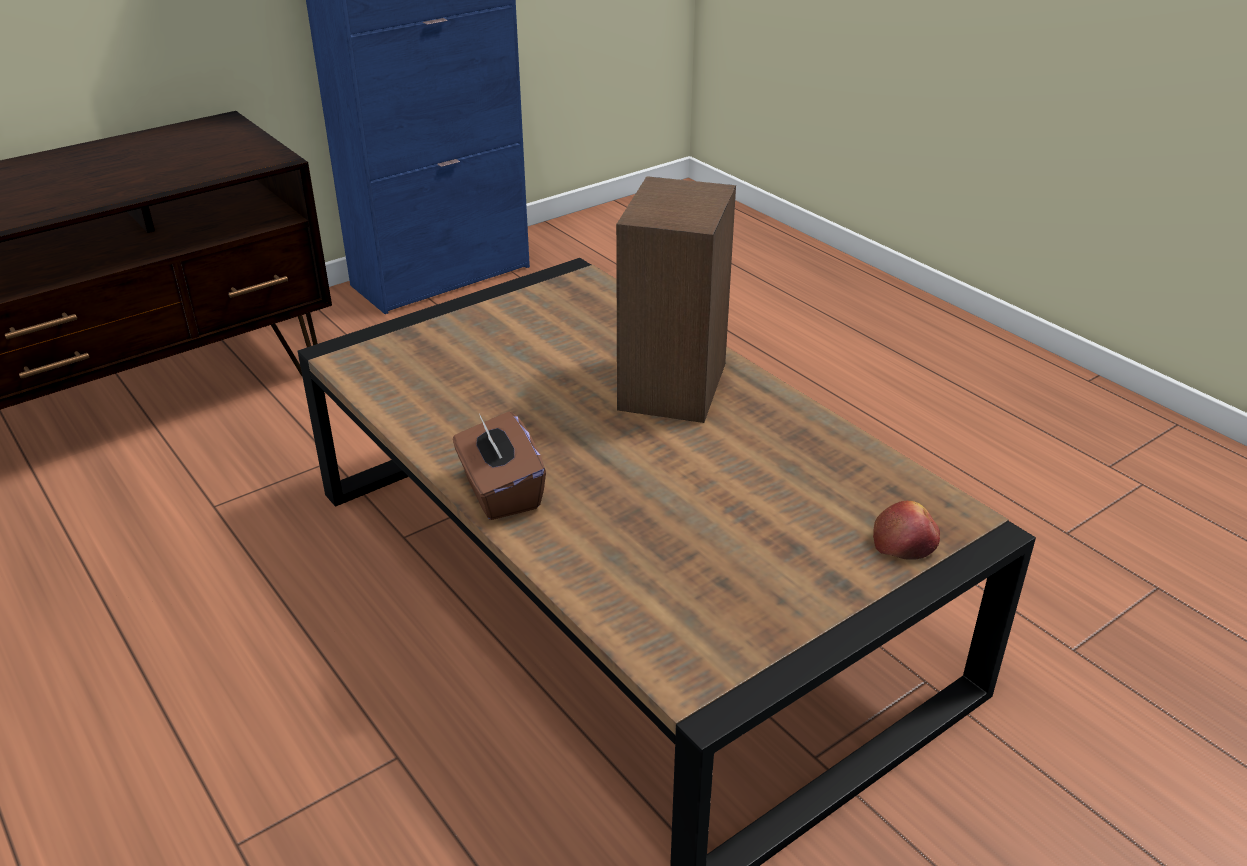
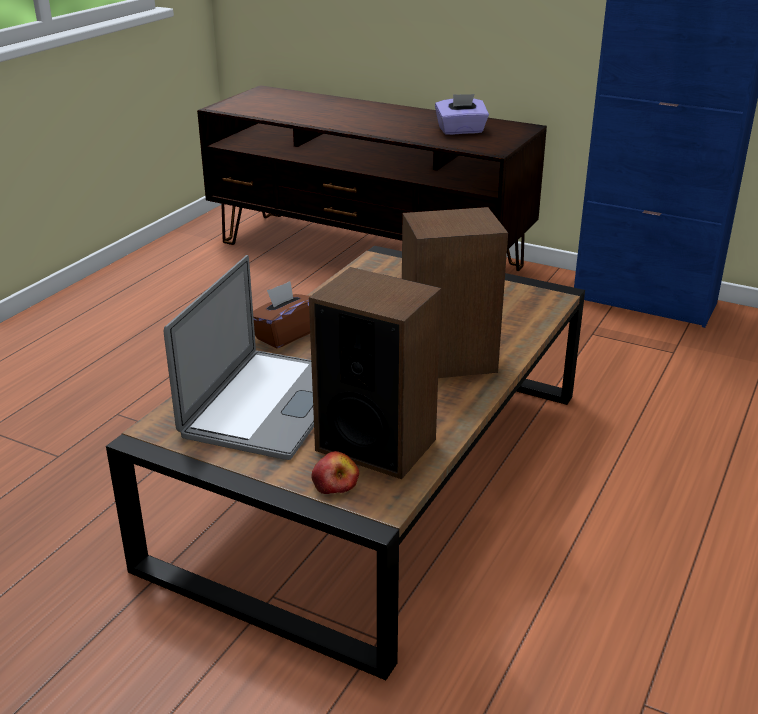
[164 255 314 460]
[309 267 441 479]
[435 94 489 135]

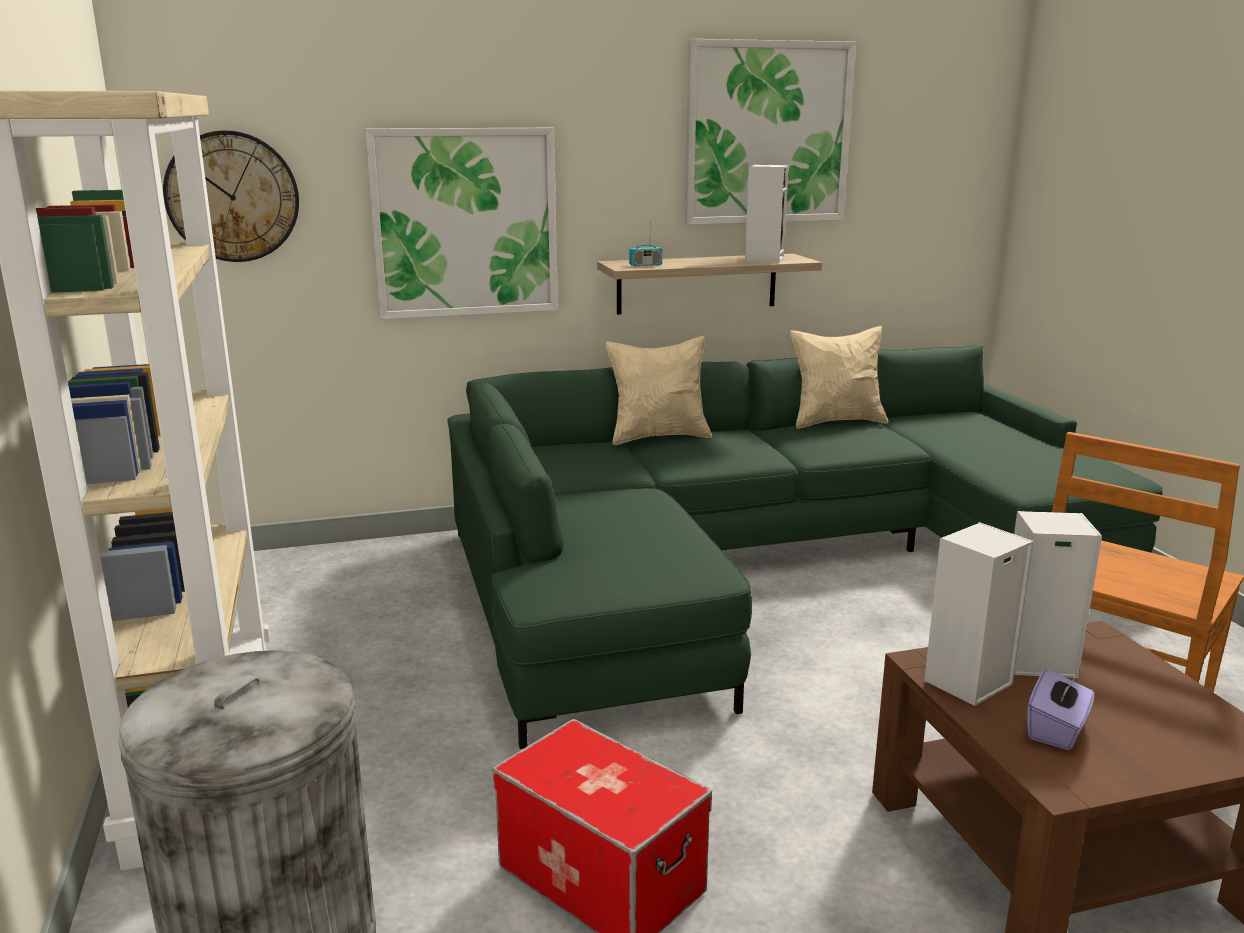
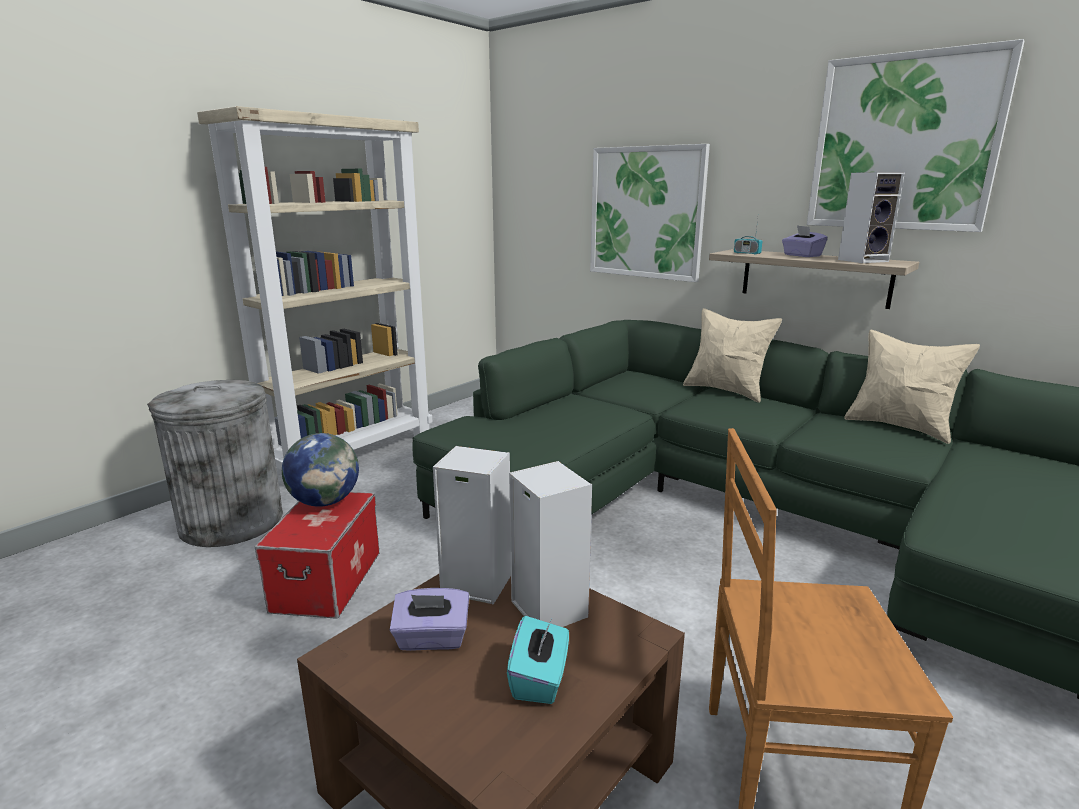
[163 130 299 262] (first image)
[282 433 359 507]
[507 616 569 704]
[782 225 828 257]

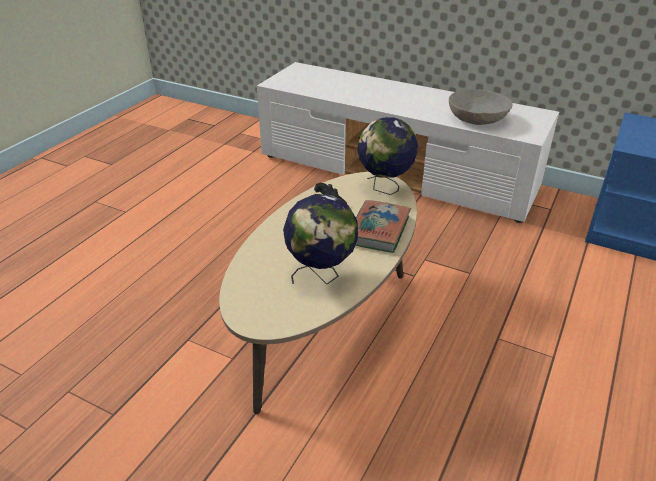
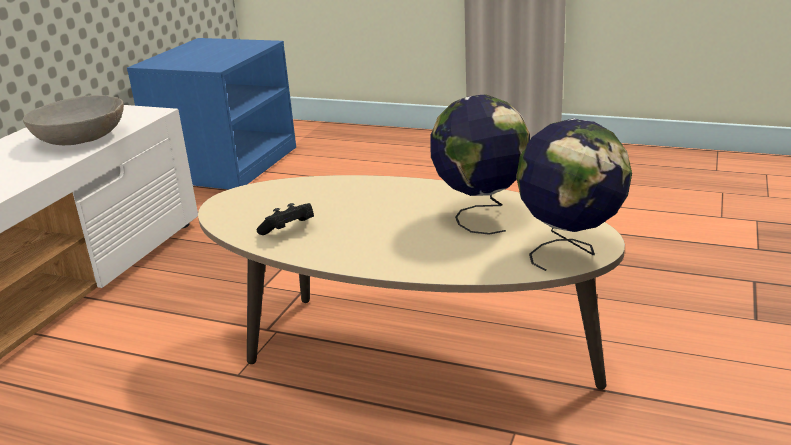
[355 200 411 253] (first image)
[516 119 632 271]

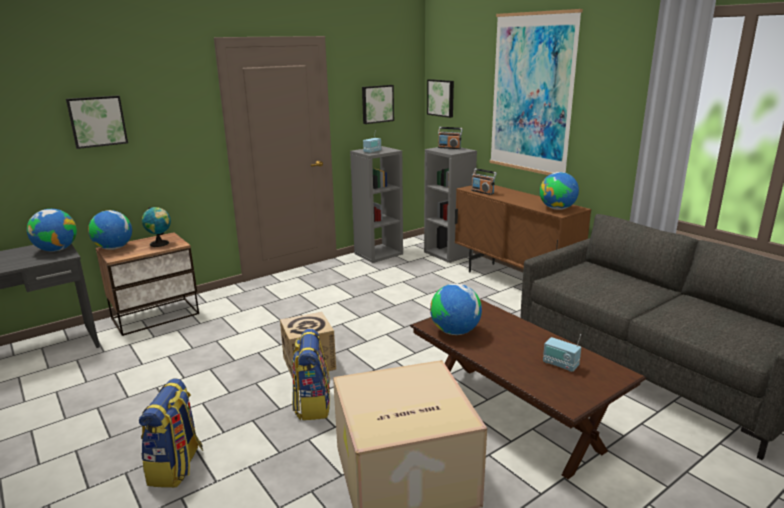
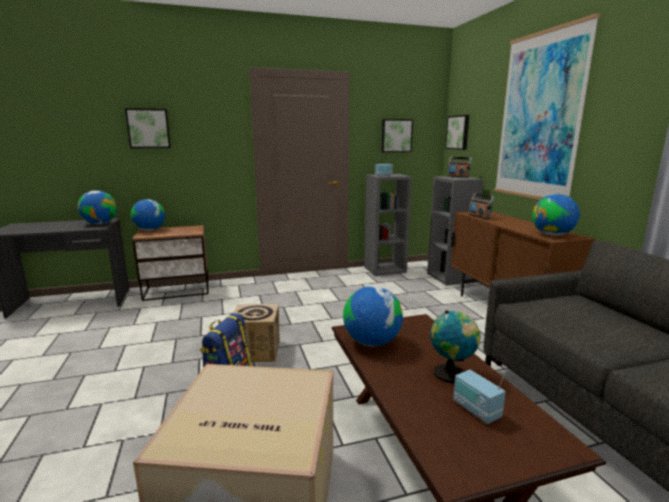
[139 379 203 488] (first image)
[430 310 481 383]

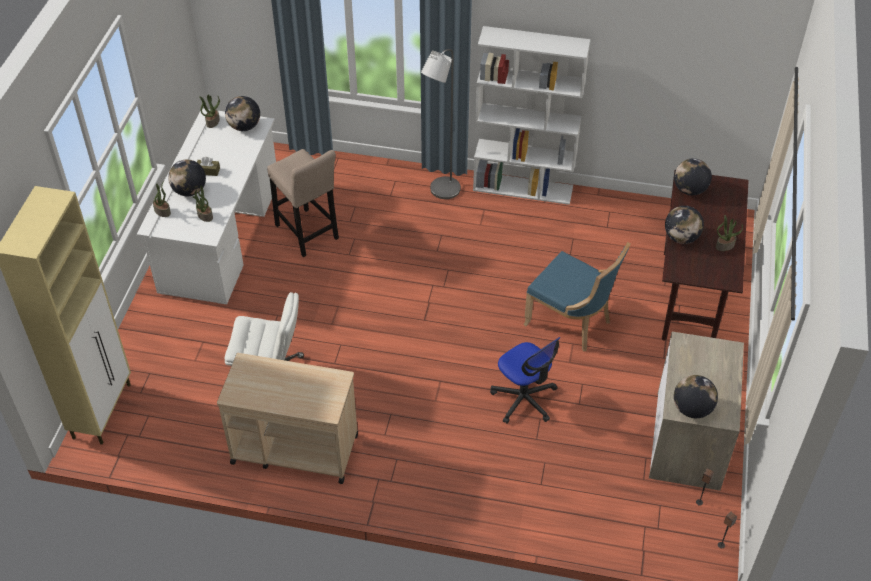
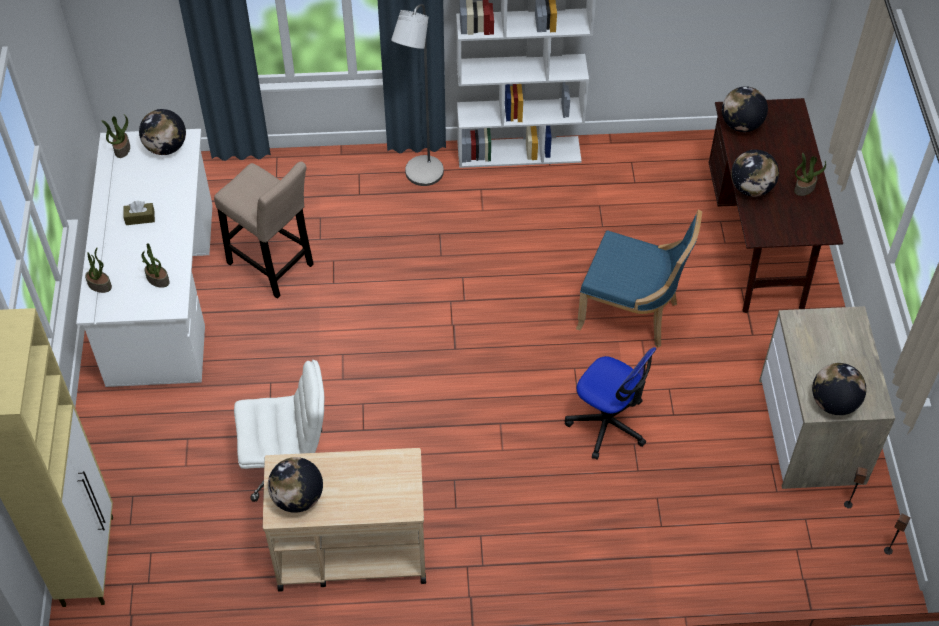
[268 457 323 513]

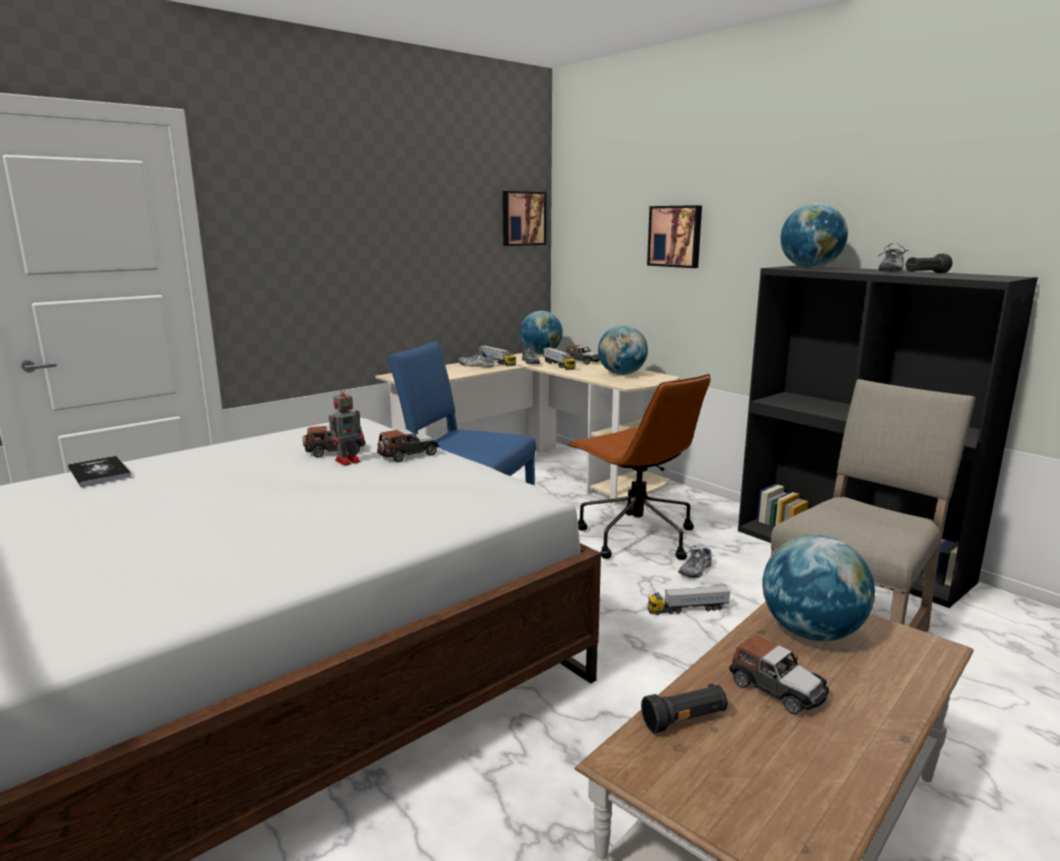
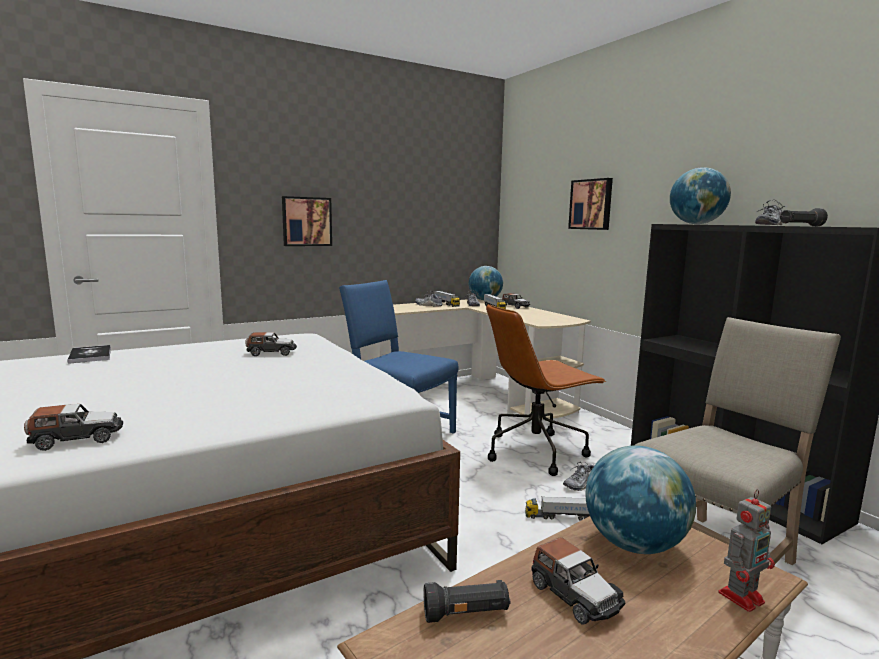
[598 325 648 375] (first image)
[718 489 775 612]
[24 404 123 451]
[282 196 332 246]
[486 304 606 476]

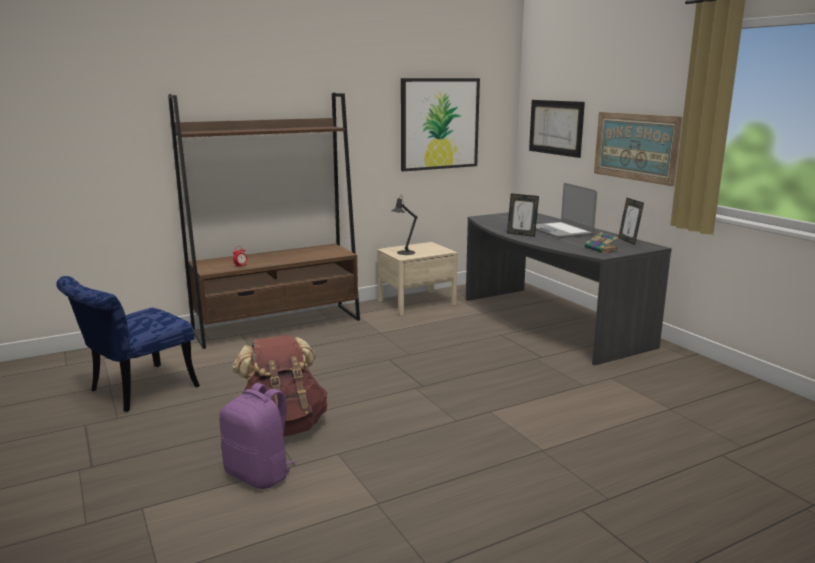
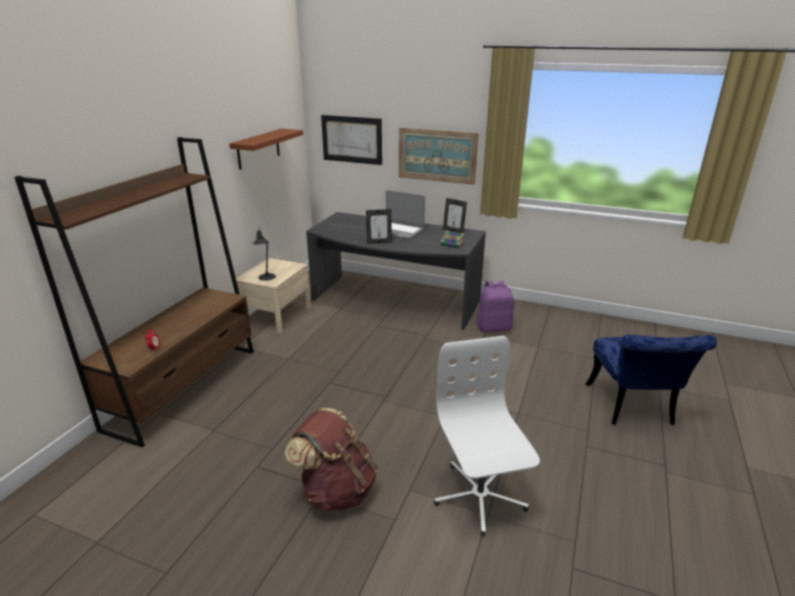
[434 336 540 536]
[586 335 717 425]
[476 281 514 332]
[229 129 303 170]

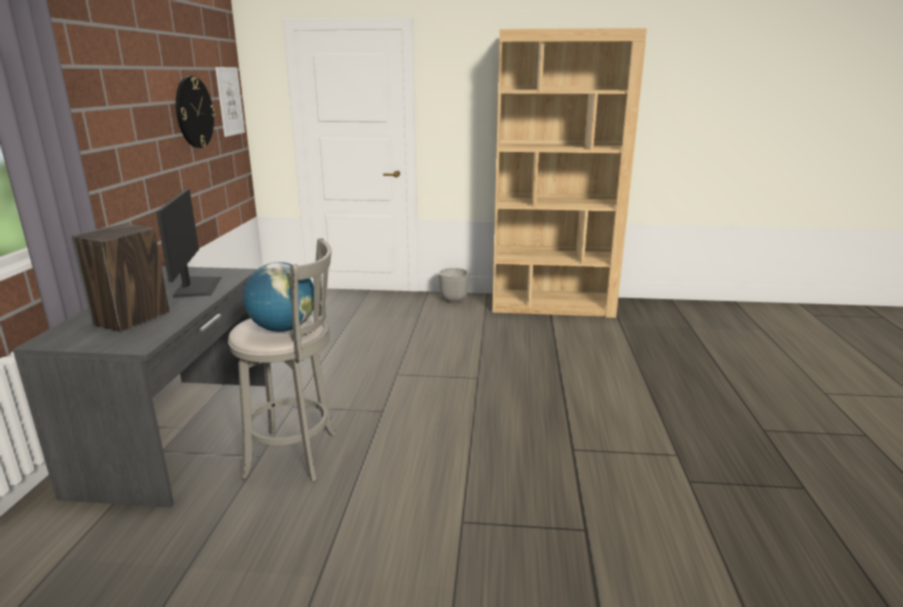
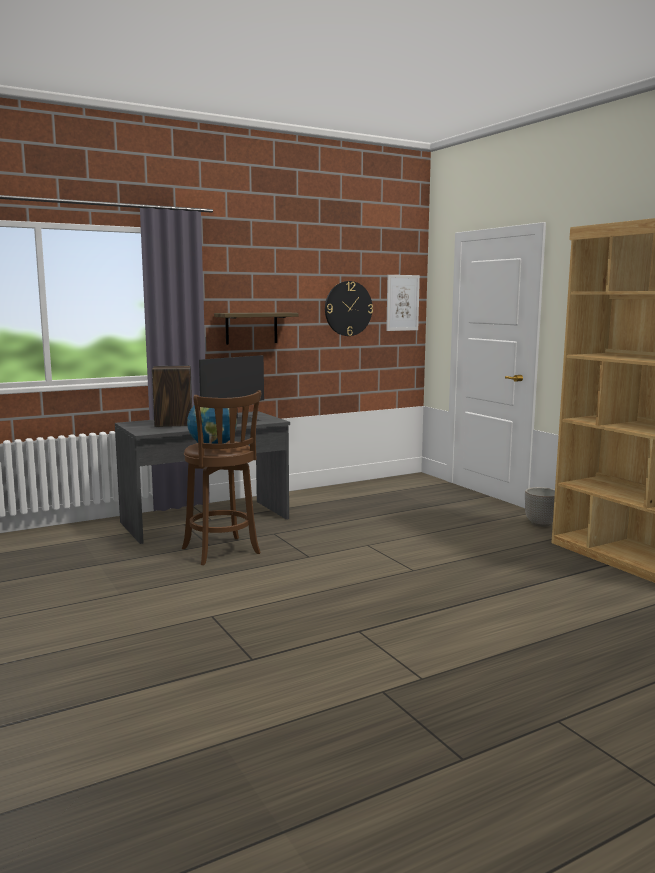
[214 312 299 345]
[182 390 261 565]

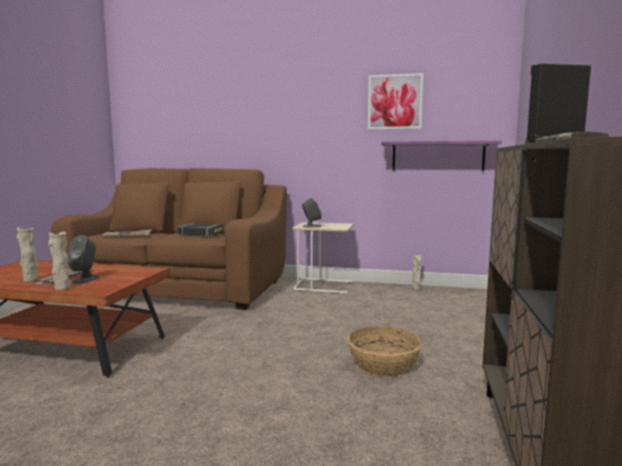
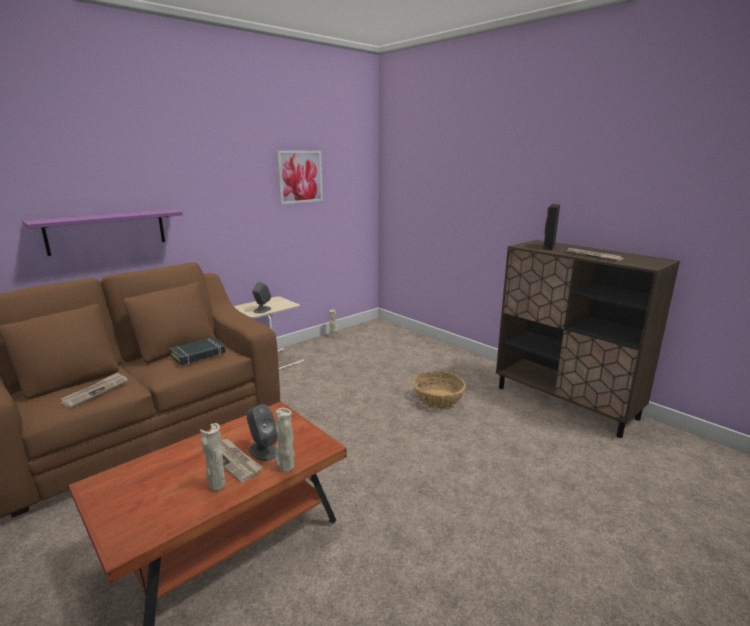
[23 209 183 256]

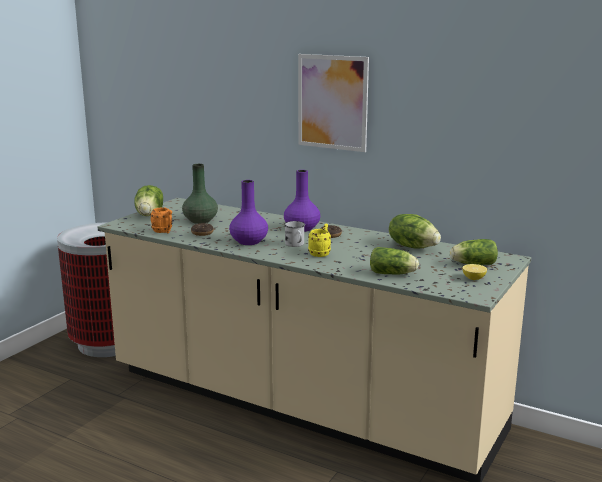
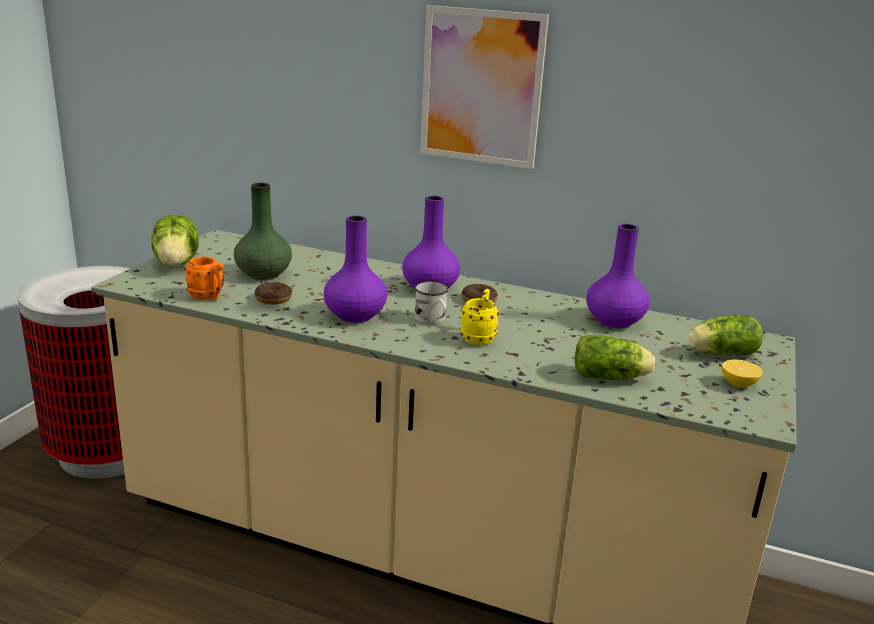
[586 224 649 328]

